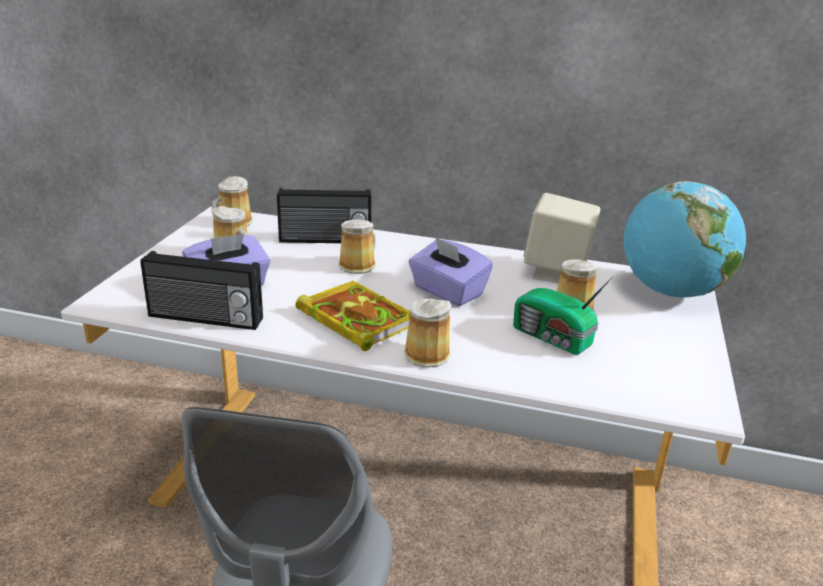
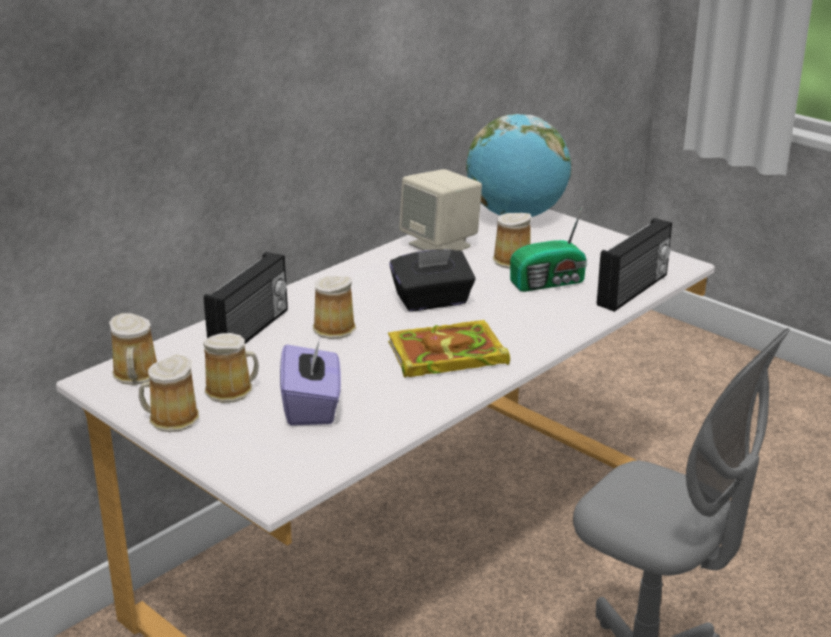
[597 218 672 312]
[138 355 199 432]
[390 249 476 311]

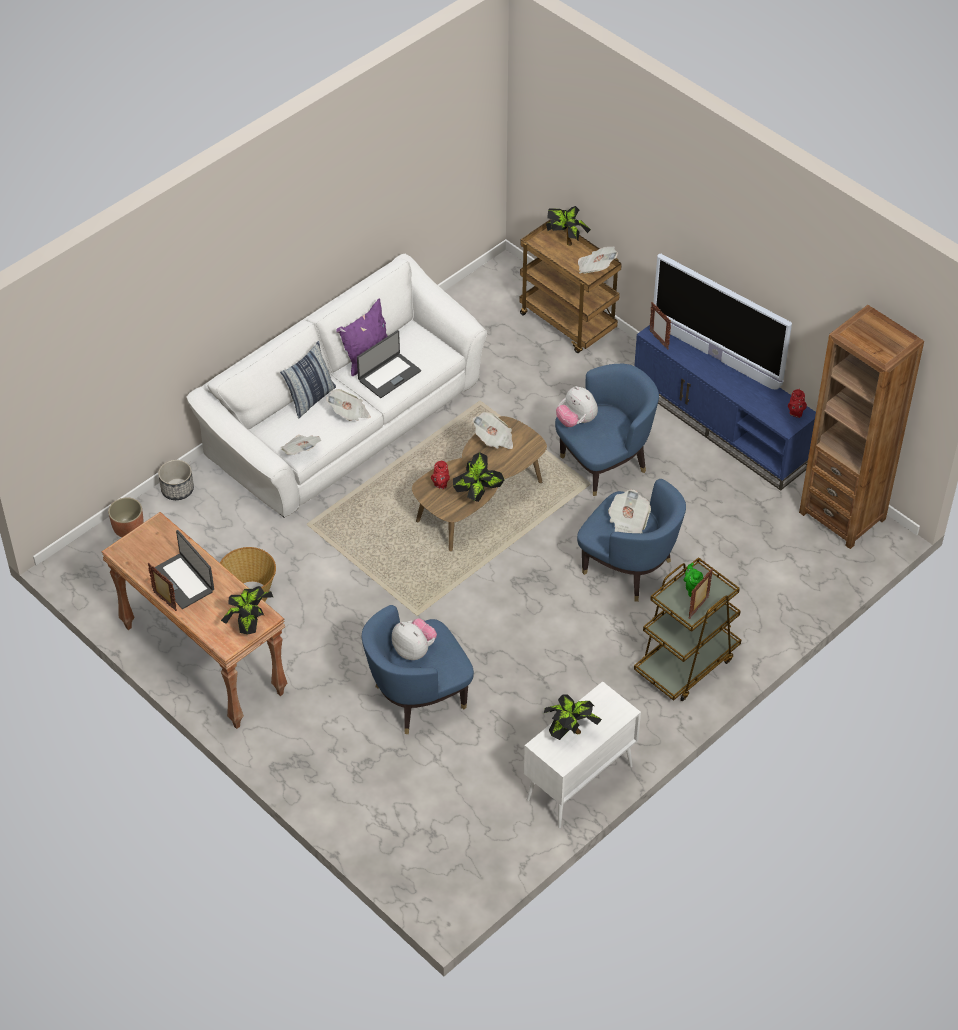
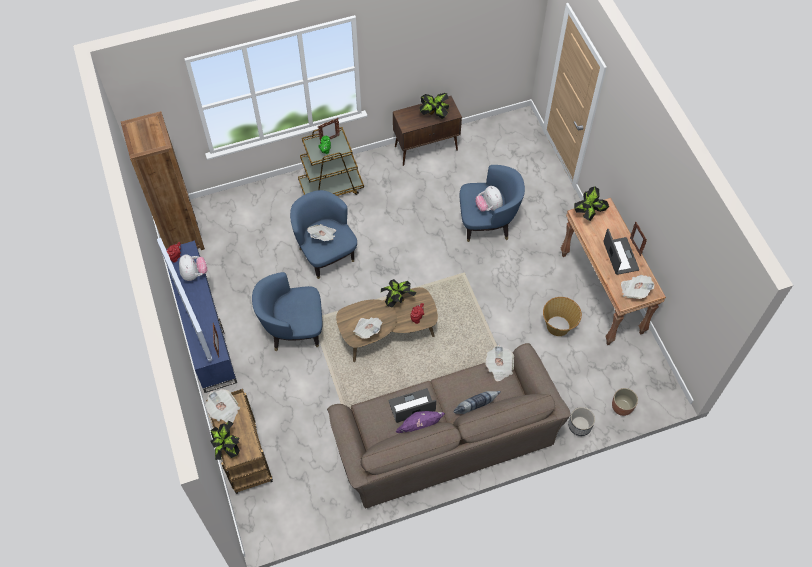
[621 275 654 299]
[179 255 207 281]
[327 343 571 509]
[393 96 462 166]

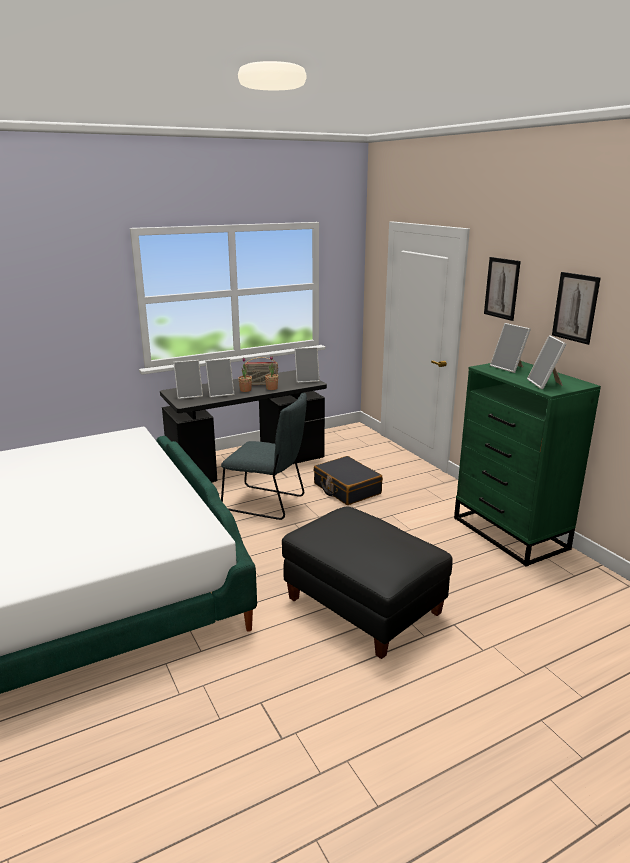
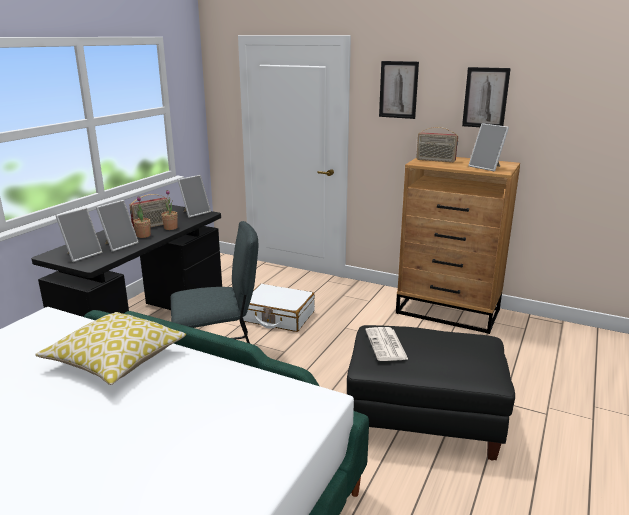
[35 312 186 385]
[365 327 409 361]
[416 127 458 162]
[243 284 315 332]
[396 157 520 334]

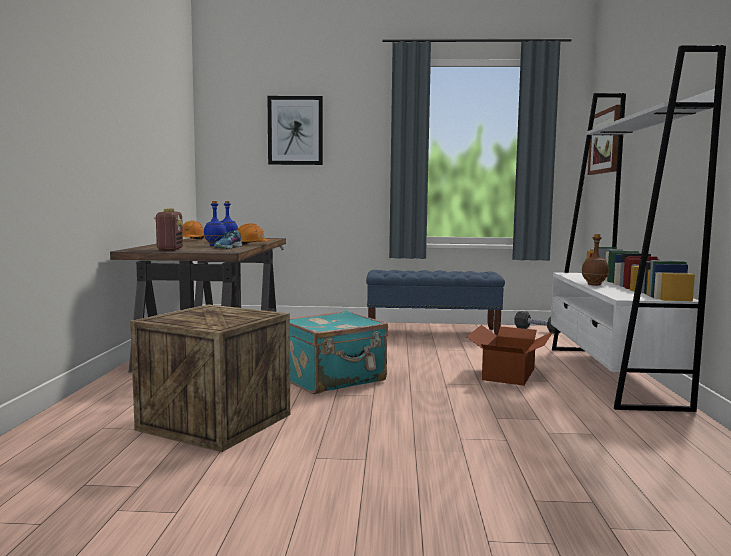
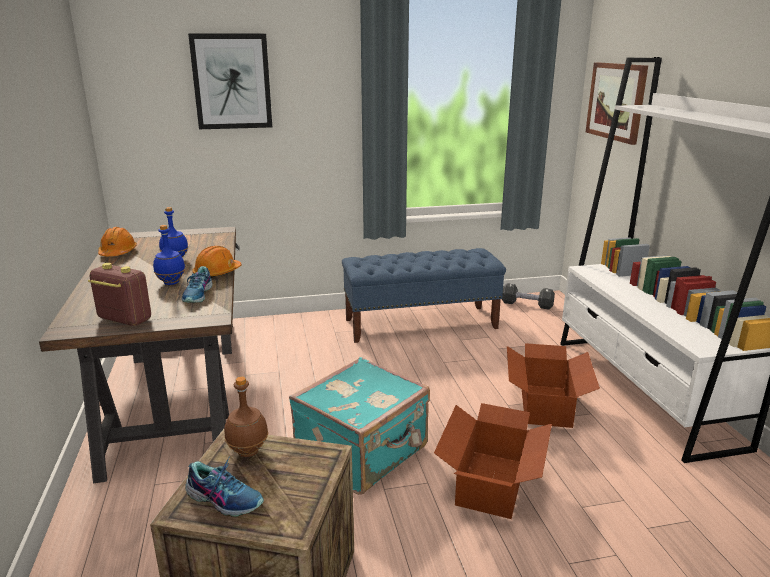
[185 456 264 517]
[434 403 552 519]
[224 376 268 457]
[88 263 151 326]

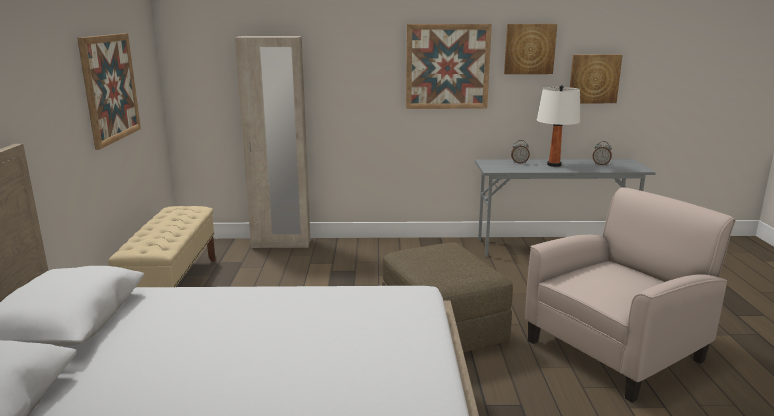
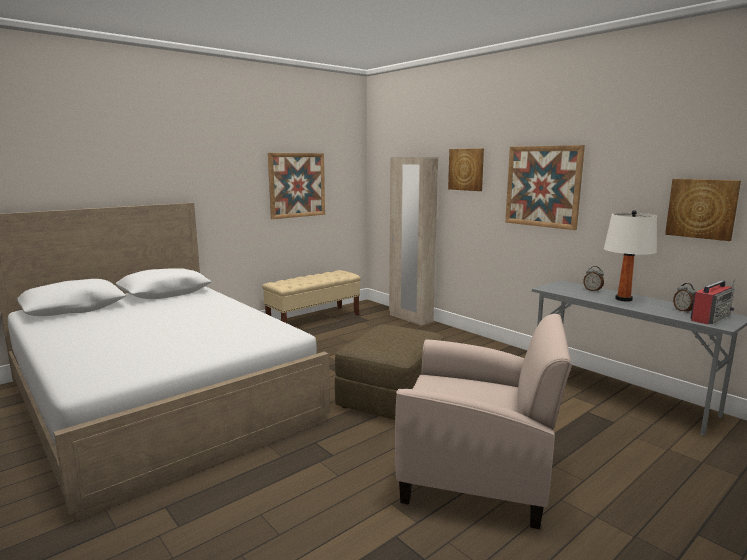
[691 280 735 325]
[448 148 484 191]

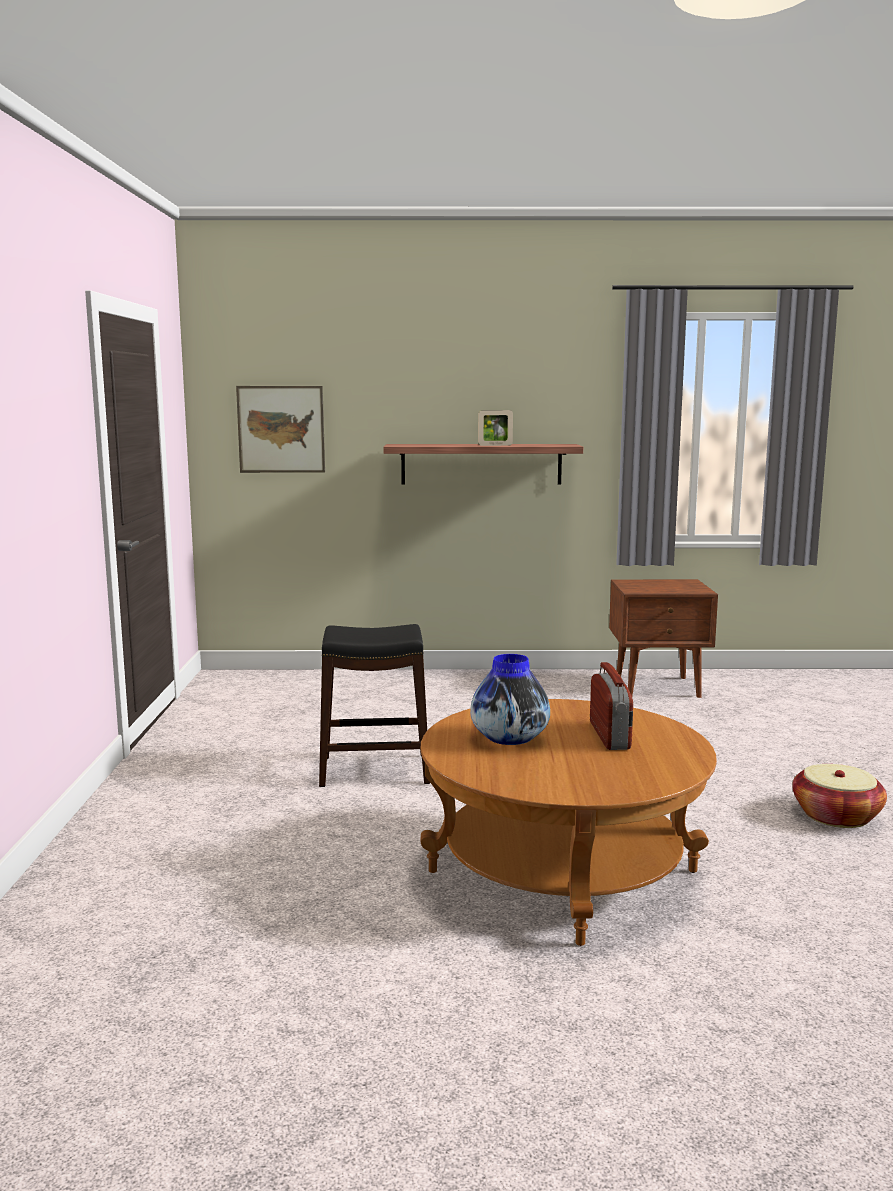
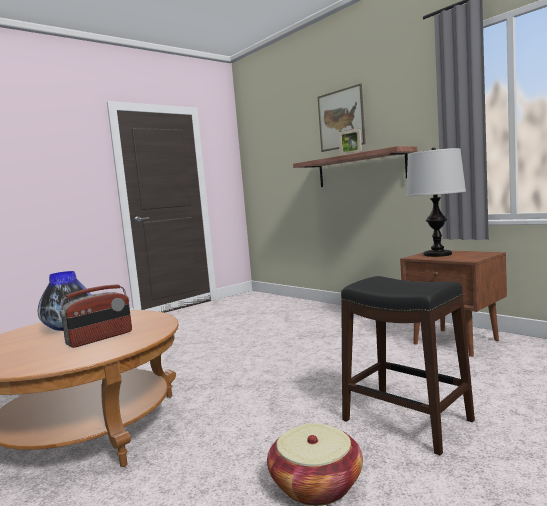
[406 148 466 257]
[318 83 365 152]
[341 276 475 455]

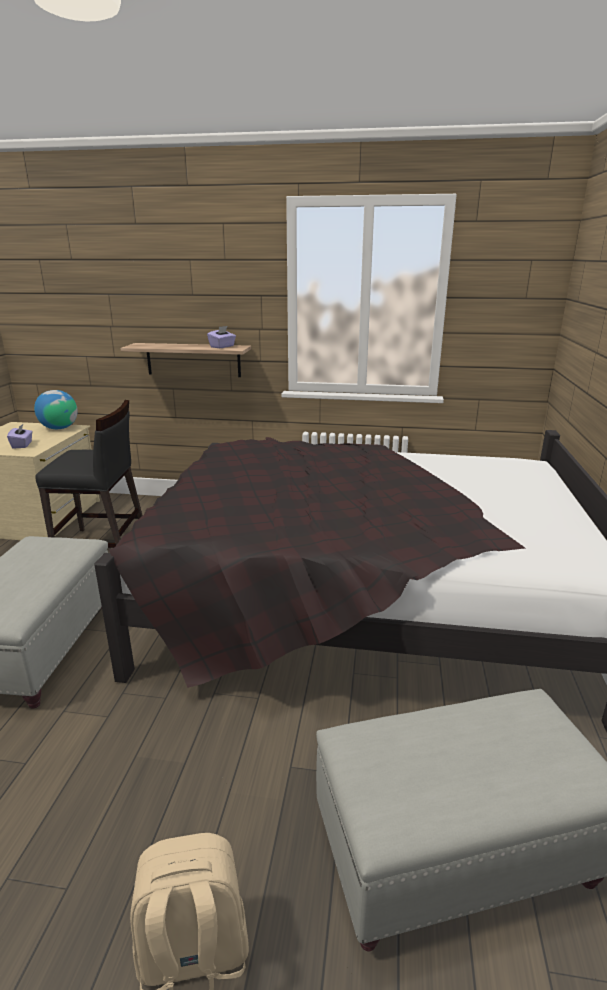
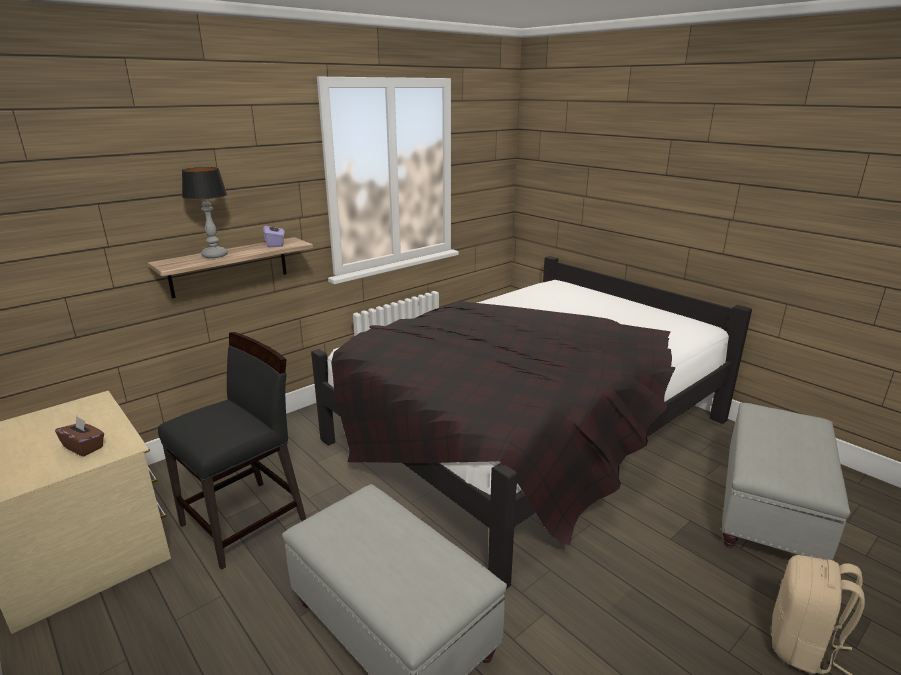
[34 390 78 429] (first image)
[182 167 228 258]
[55 416 104 456]

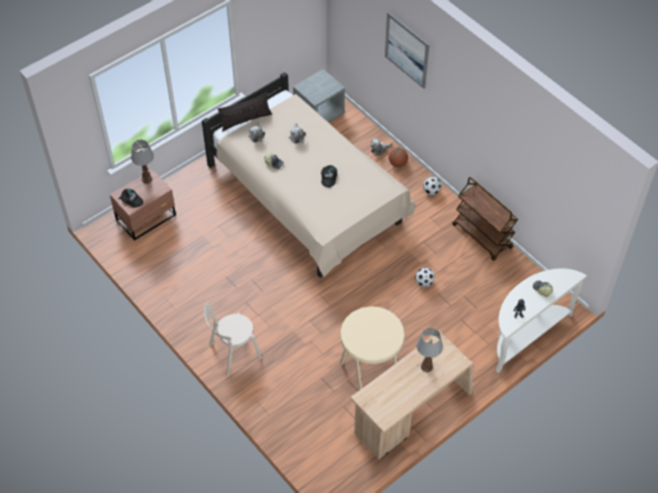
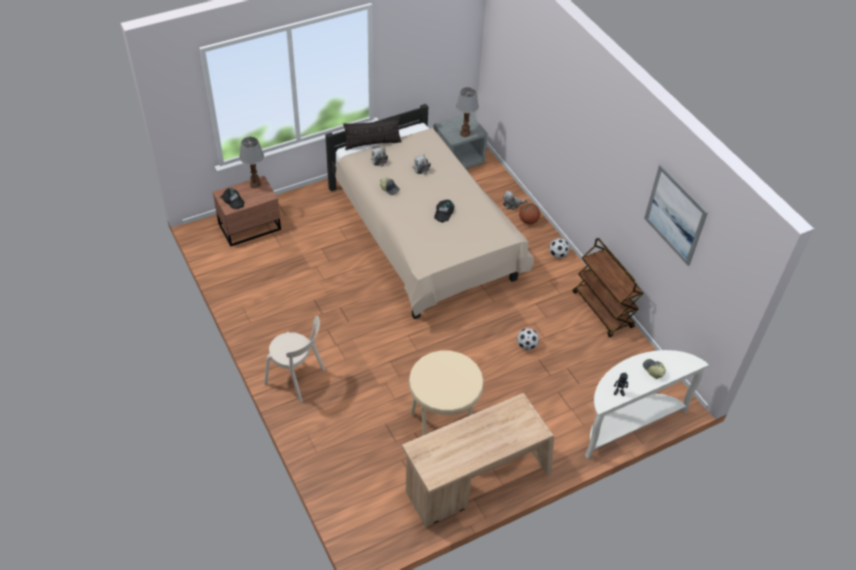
[644 164 708 266]
[456 87 479 137]
[264 316 325 402]

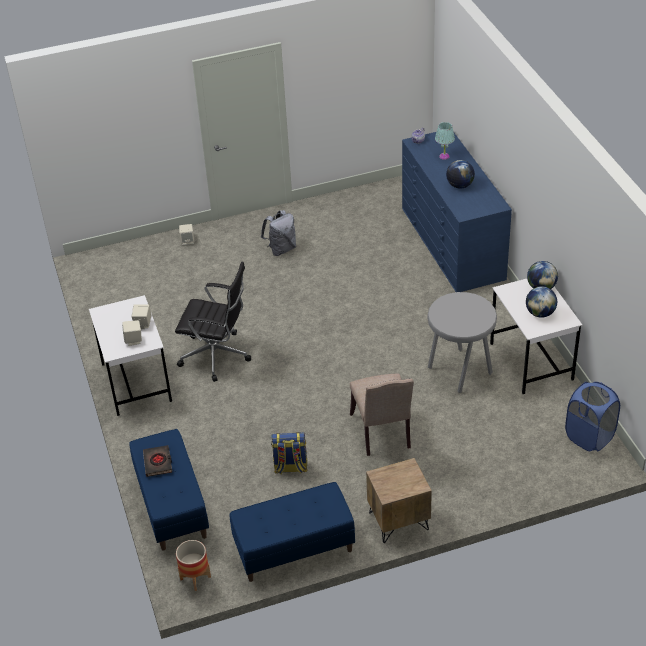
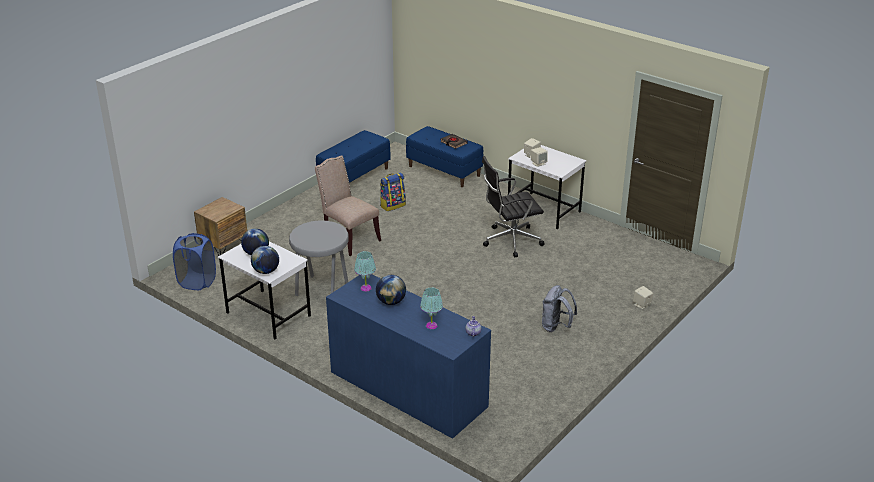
[176 540 211 591] (first image)
[354 251 376 292]
[194 197 247 256]

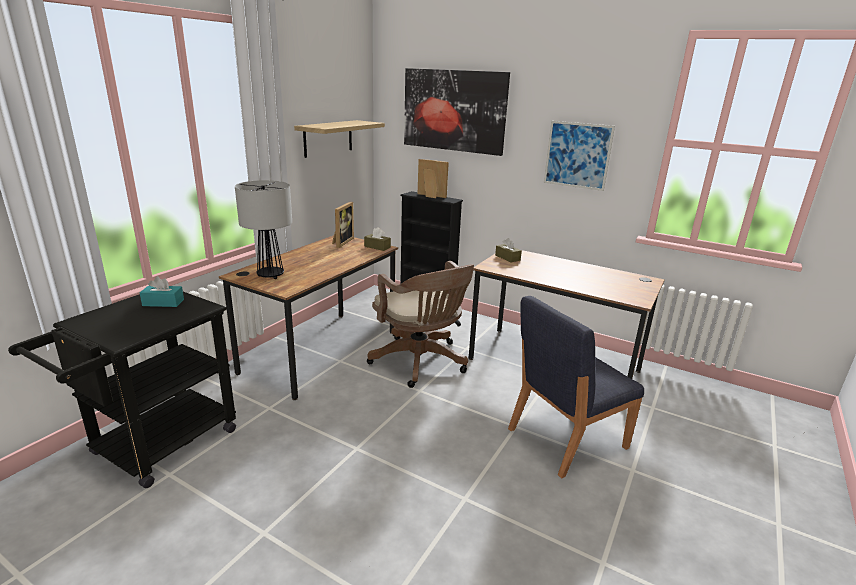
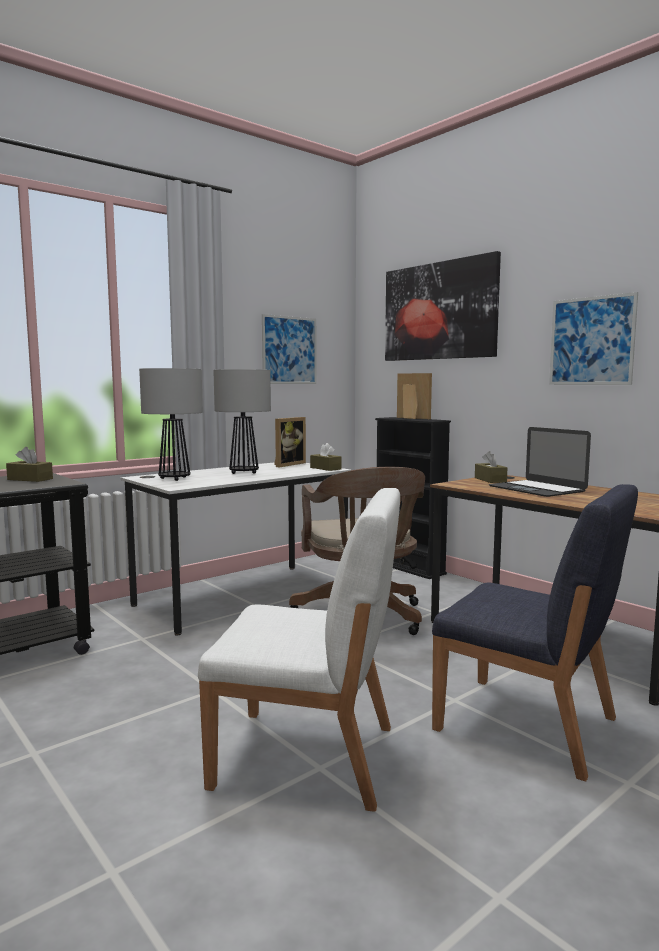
[198 488 400 812]
[213 369 271 474]
[489 427 591 497]
[262 314 317 384]
[6 447 53 482]
[121 462 351 635]
[432 484 638 781]

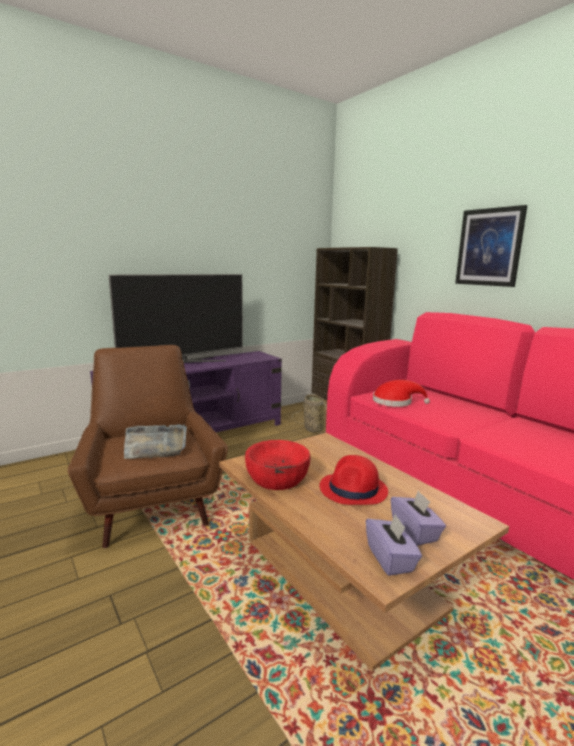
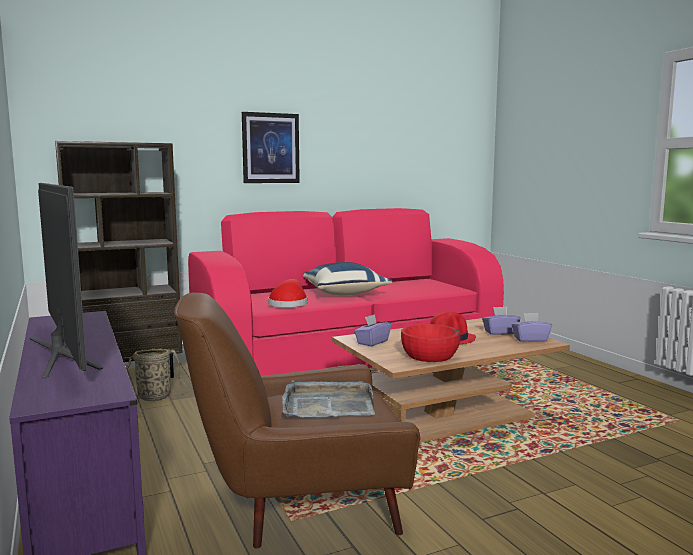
[303 262 392 296]
[354 314 391 346]

